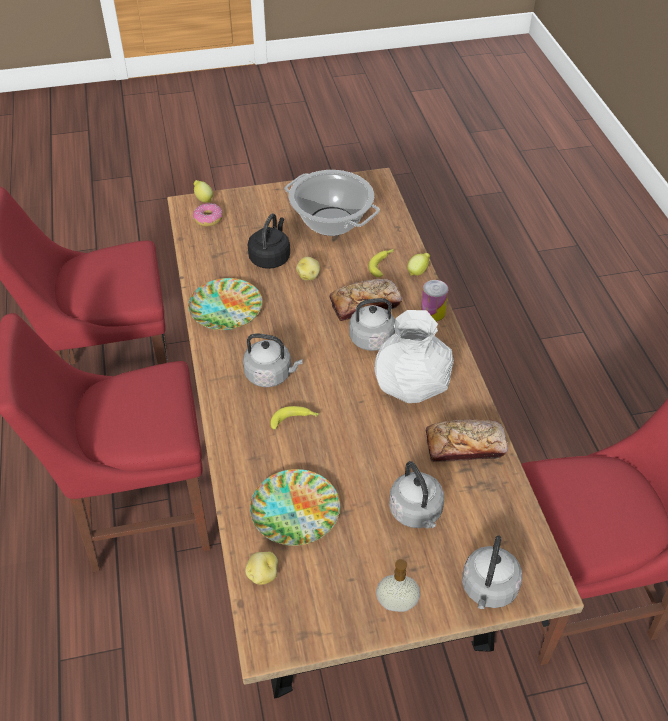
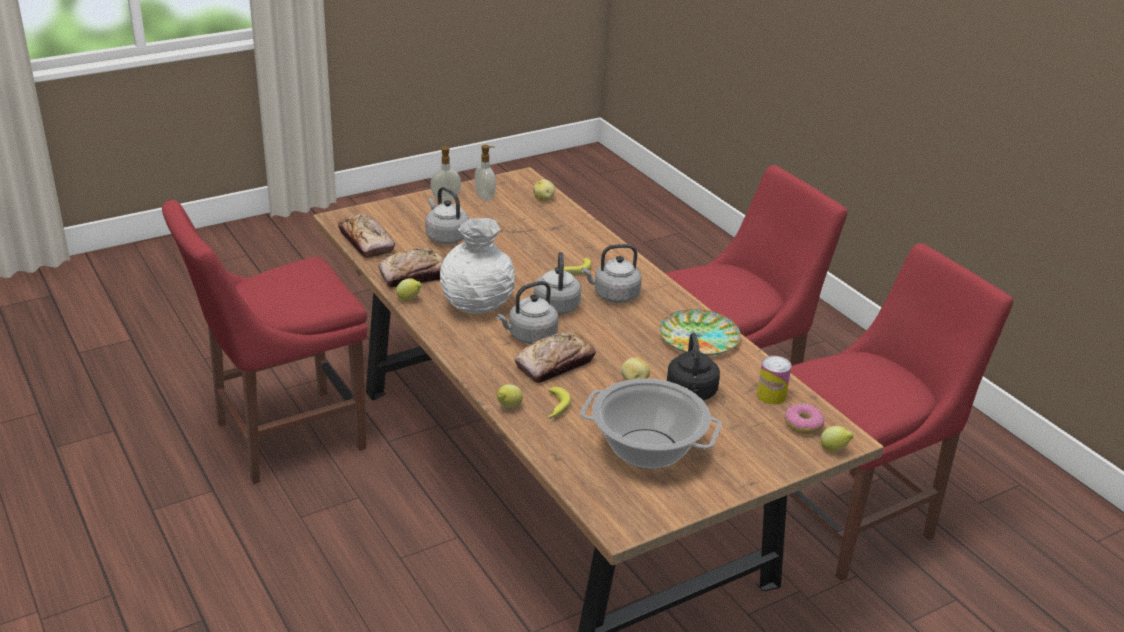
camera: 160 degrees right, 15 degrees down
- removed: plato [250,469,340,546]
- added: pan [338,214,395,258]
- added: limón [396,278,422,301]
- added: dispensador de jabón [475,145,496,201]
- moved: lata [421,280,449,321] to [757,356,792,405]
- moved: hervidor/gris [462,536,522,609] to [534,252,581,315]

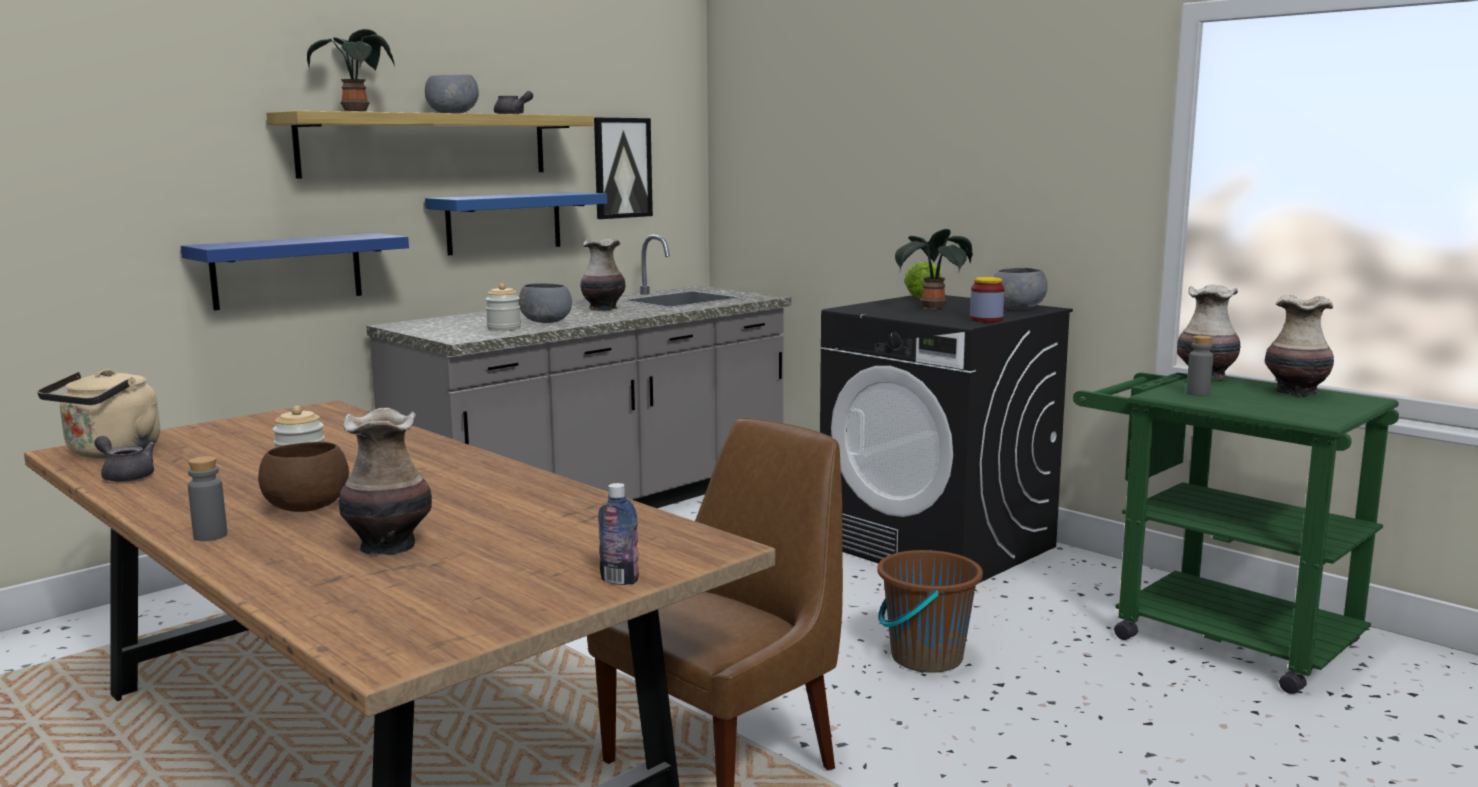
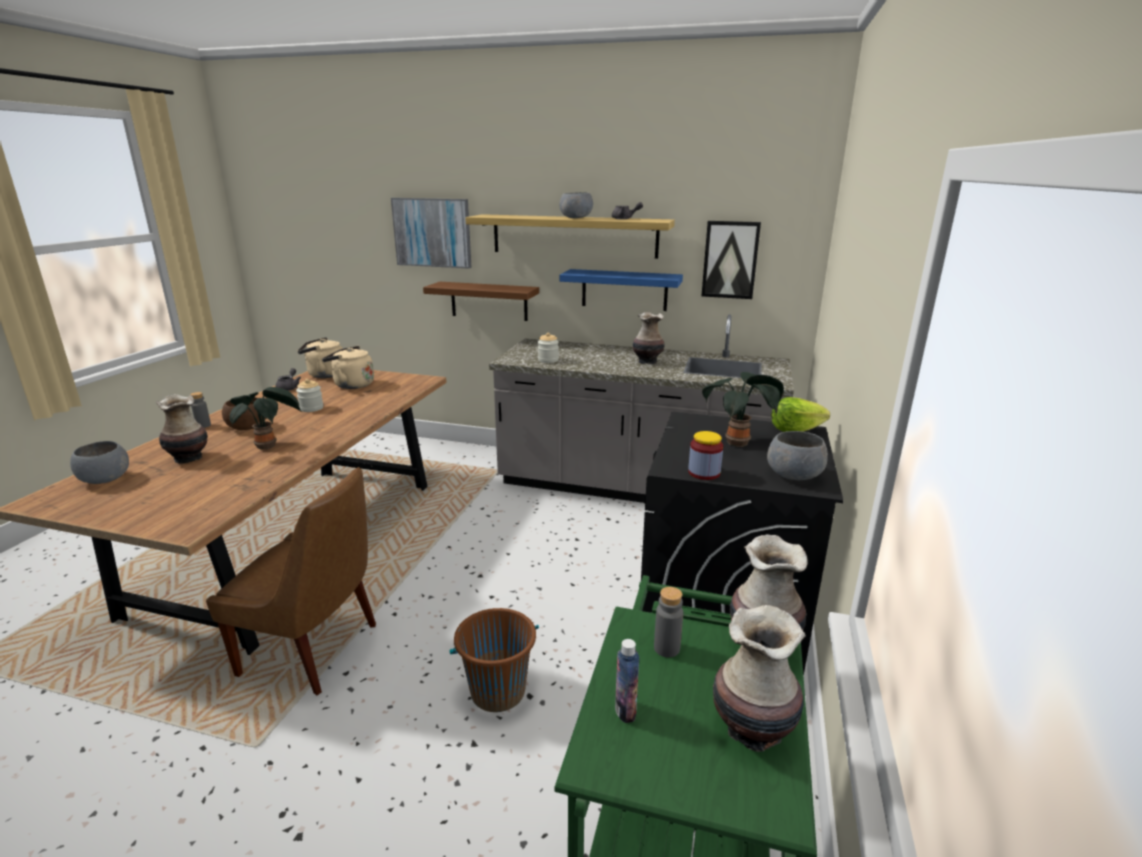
camera: 60 degrees right, 10 degrees up
- added: hervidor/beis [322,346,374,389]
- added: cuadro [391,198,472,269]
- moved: planta en maceta [307,29,395,111] to [229,387,302,449]
- moved: cuenco/gris [519,283,572,323] to [70,441,129,484]
- moved: botella [598,483,639,585] to [615,639,639,723]
- recoloured: estante/azul [181,233,409,310] to estante/marrón [423,282,539,321]

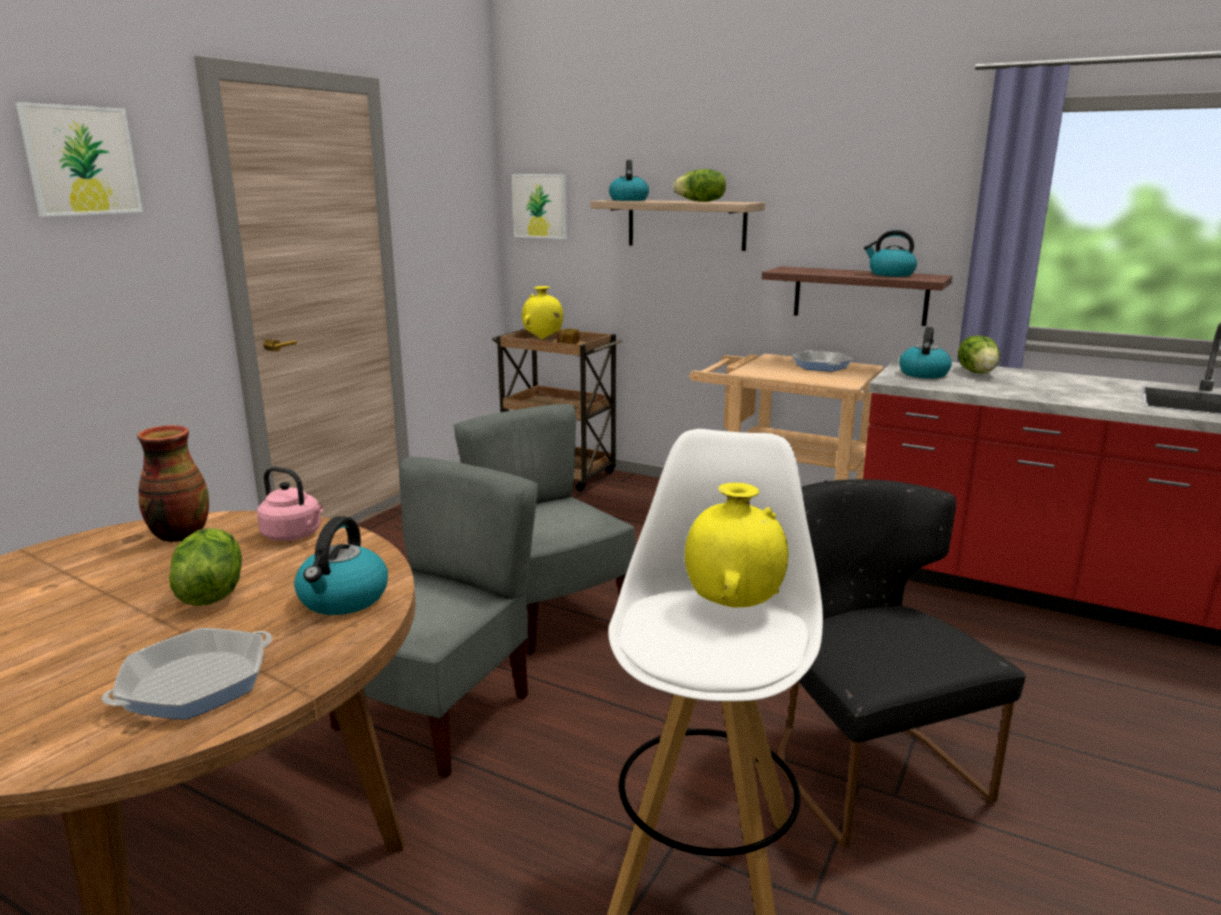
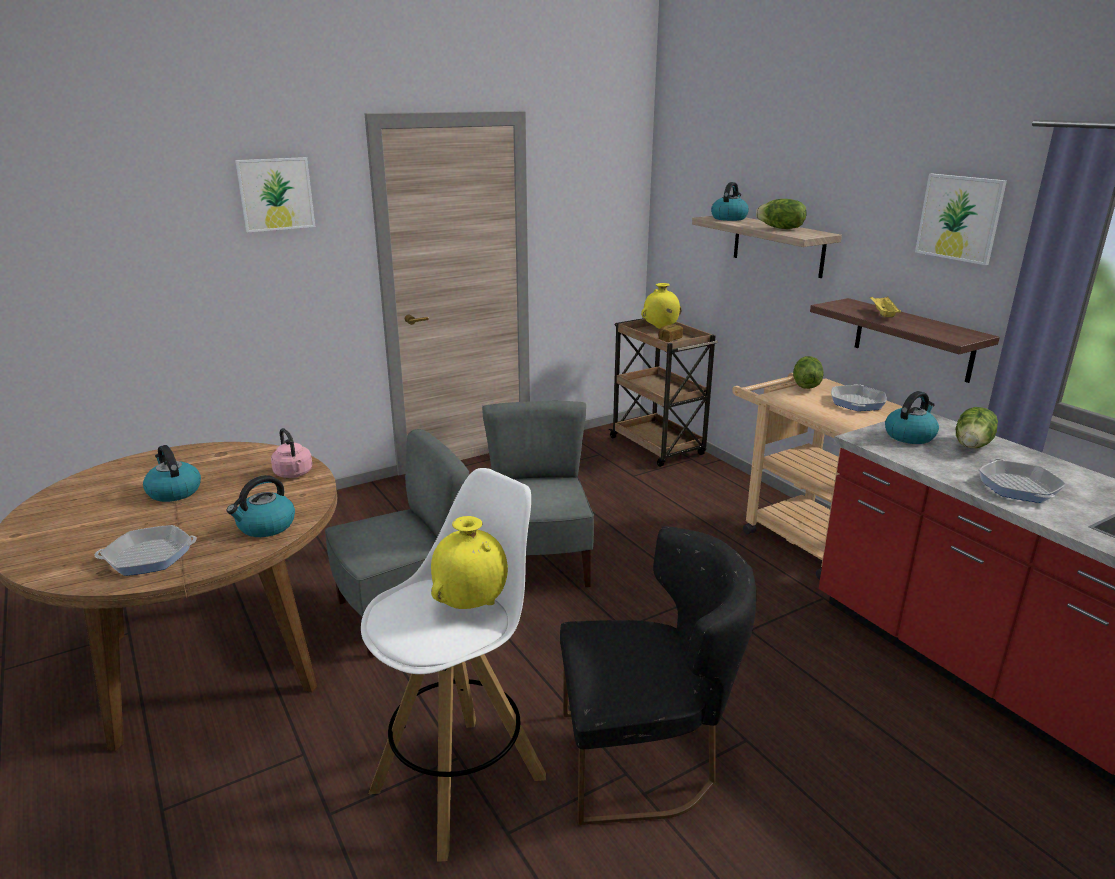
camera: 30 degrees right, 5 degrees up
- removed: florero [137,425,209,542]
- added: bandeja/amarillo [870,297,901,317]
- added: sartén [978,458,1066,503]
- moved: lechuga [169,528,242,606] to [793,356,823,389]
- moved: cuadro [512,174,567,239] to [915,174,1007,265]
- moved: hervidor [864,230,917,277] to [143,445,201,502]
- turned: silla/negro [778,479,1026,849] = [560,526,756,825] 75 degrees clockwise

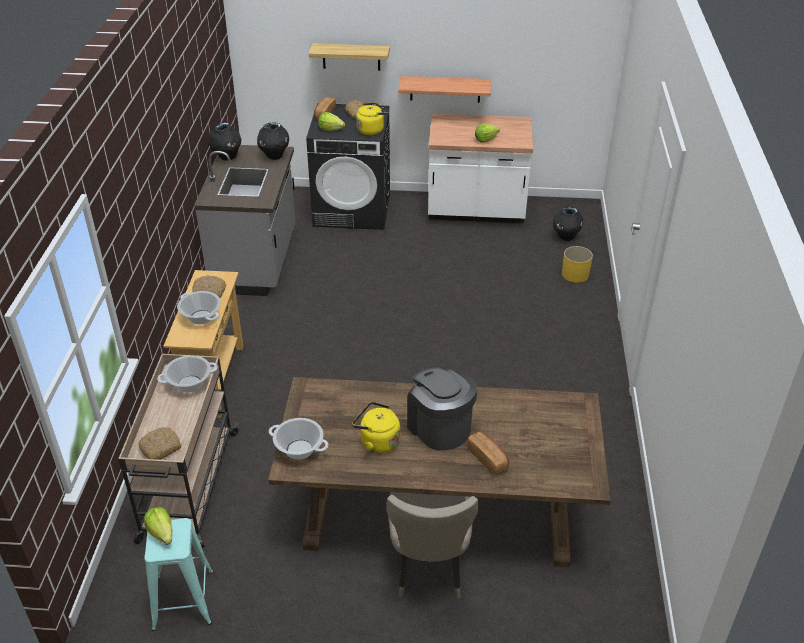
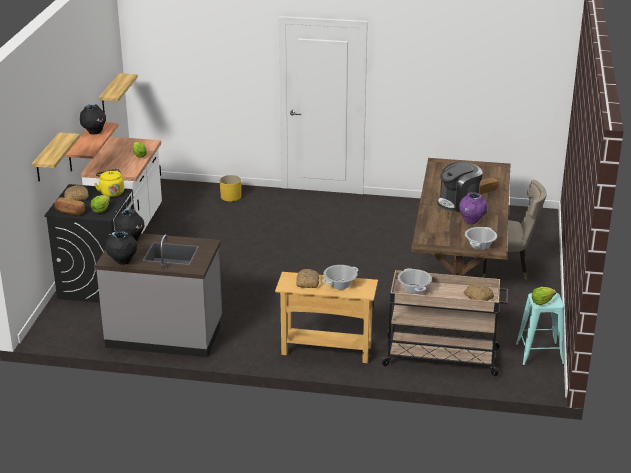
camera: 85 degrees left, 10 degrees down
- added: estante [99,73,138,113]
- moved: florero/negro [553,207,583,241] to [80,104,106,135]
- replaced: hervidor/amarillo [352,402,400,453] to florero/morado [459,192,487,224]

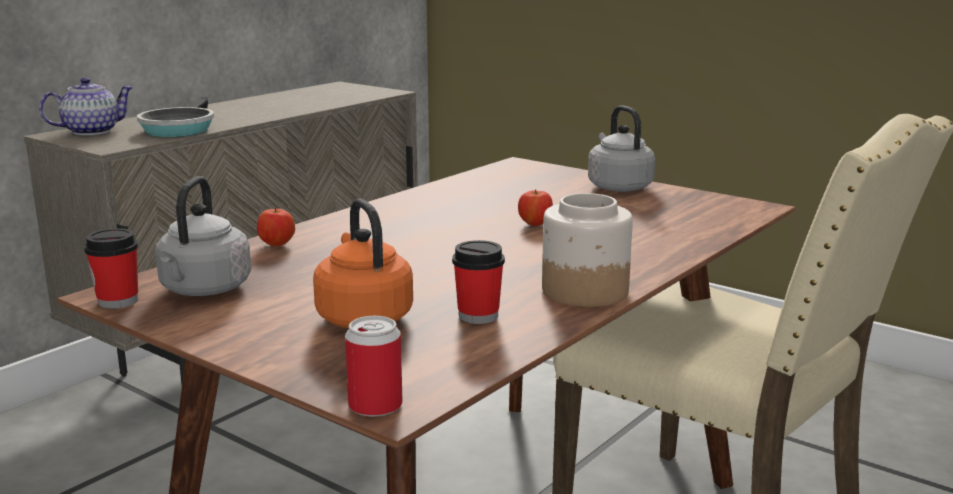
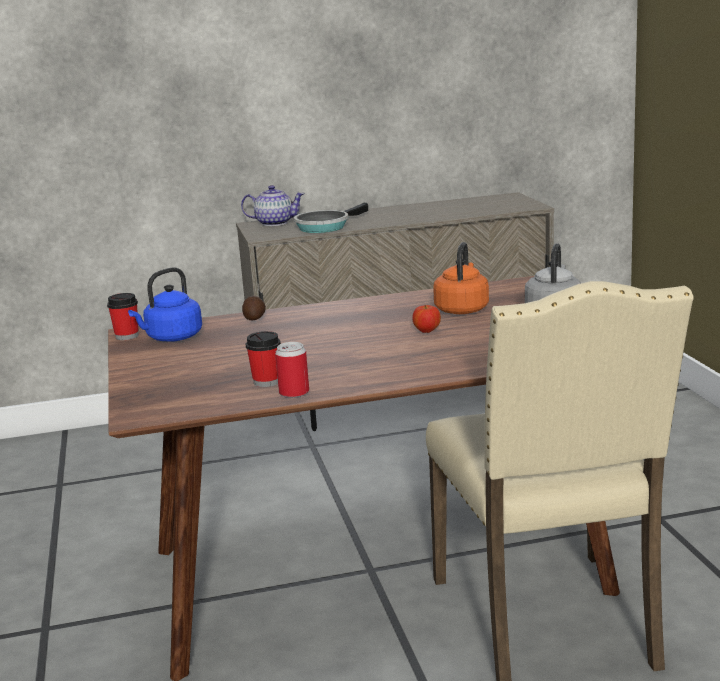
camera: 40 degrees right, 0 degrees up
- removed: tarro [542,193,633,307]
- moved: hervidor/naranja [313,199,413,328] to [433,242,489,314]
- moved: lata [345,316,403,417] to [275,342,309,398]
- replaced: manzana [257,207,295,247] to patata [242,296,266,320]
- recoloured: hervidor/gris [155,176,251,296] to hervidor/azul [128,267,202,342]

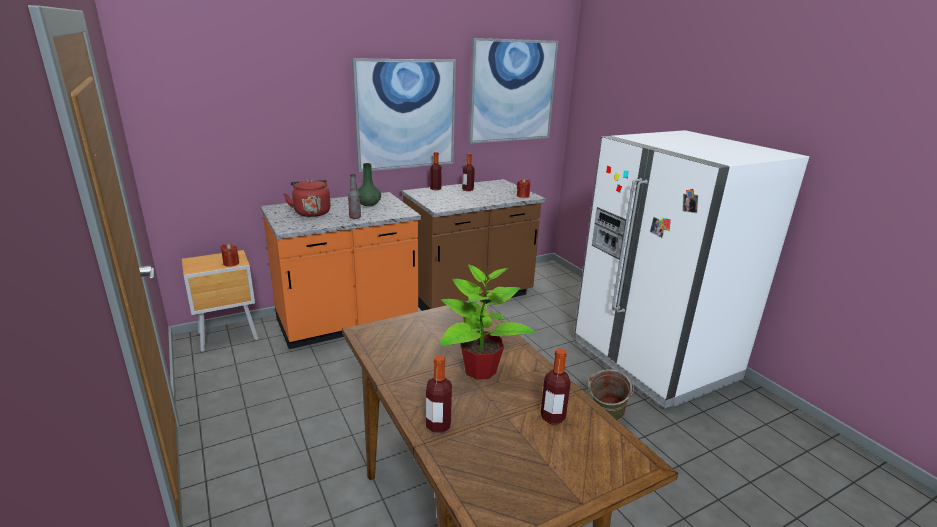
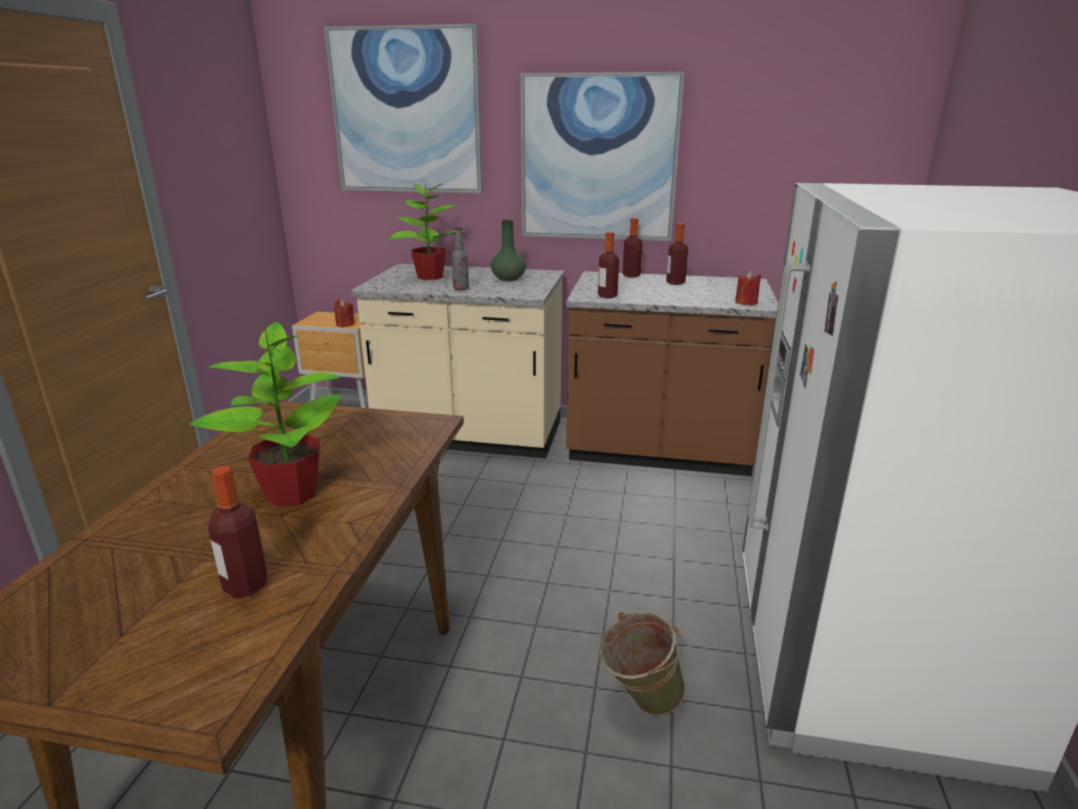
camera: 40 degrees right, 0 degrees up
- moved: botella [426,355,452,433] to [598,232,619,298]
- moved: cuadro [468,38,558,144] to [324,24,483,193]
- replaced: hervidor/rojo [284,179,331,217] to planta en maceta [388,183,465,280]
- recoloured: mueble bajo de cocina/naranja [260,192,421,349] to mueble bajo de cocina/beis [351,264,564,459]

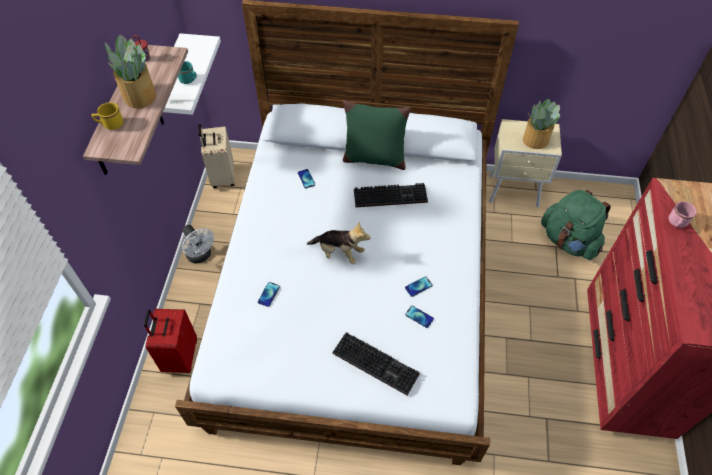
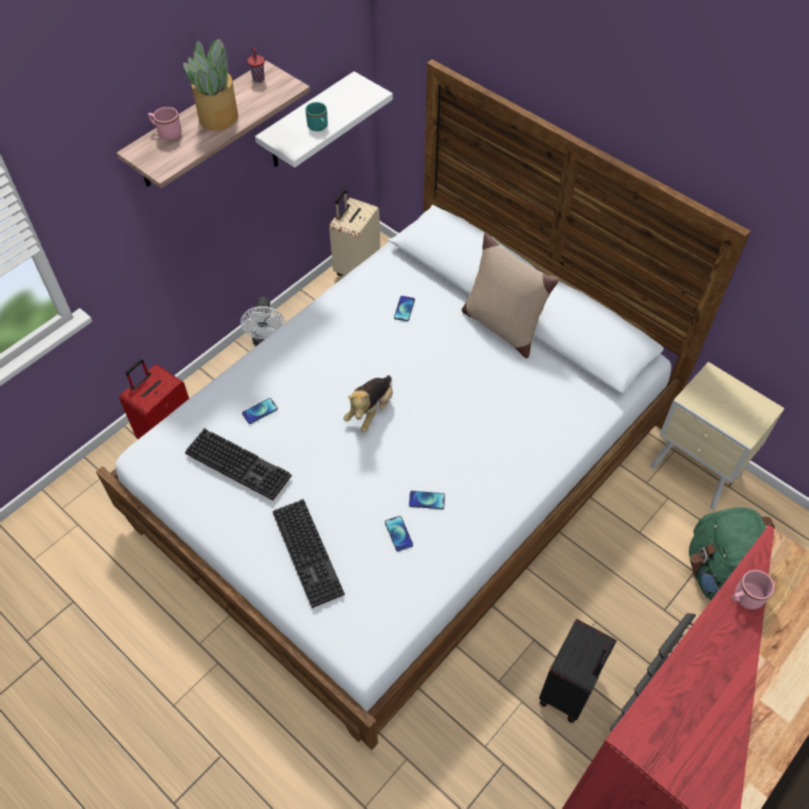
camera: 35 degrees right, 0 degrees up
- removed: planta en maceta [523,99,560,149]
- added: maleta/negro [539,619,617,723]
- moved: teclado [354,183,428,207] to [185,428,292,500]
- recoloured: taza grande/amarillo [92,102,123,130] to taza grande/rosa [148,107,182,140]
- recoloured: cojín/verde [343,100,411,170] to cojín/beis [462,233,558,359]
- turned: peluche [307,222,371,264] = [343,375,393,432] 60 degrees clockwise

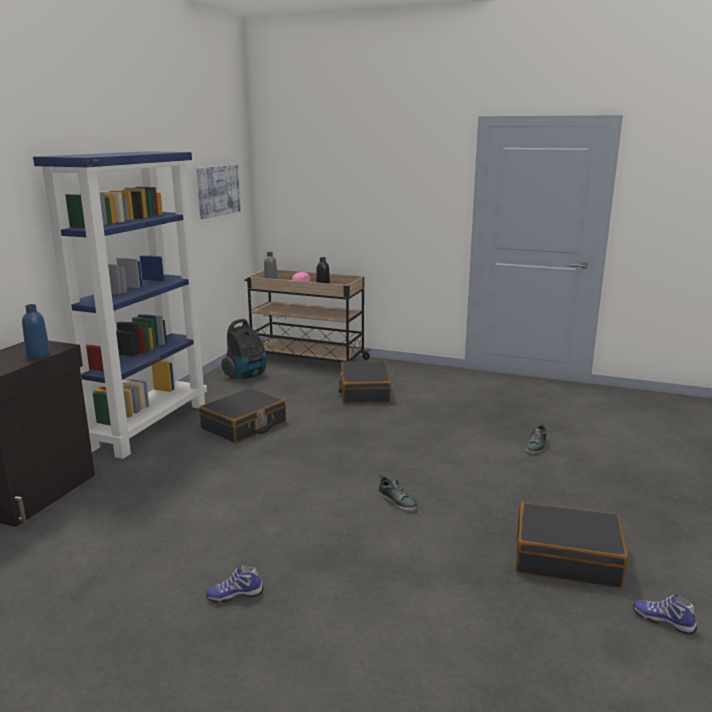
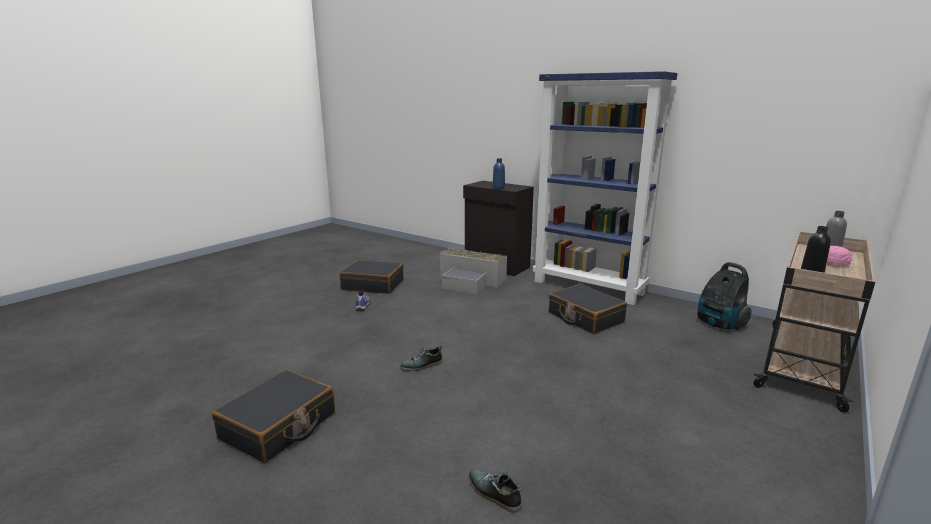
camera: 105 degrees right, 0 degrees up
- removed: cuadro [197,165,241,219]
- removed: zapato [633,594,697,635]
- added: caja de almacenaje/gris [440,248,507,295]
- moved: maleta/negro [338,361,391,404] to [339,260,404,294]

